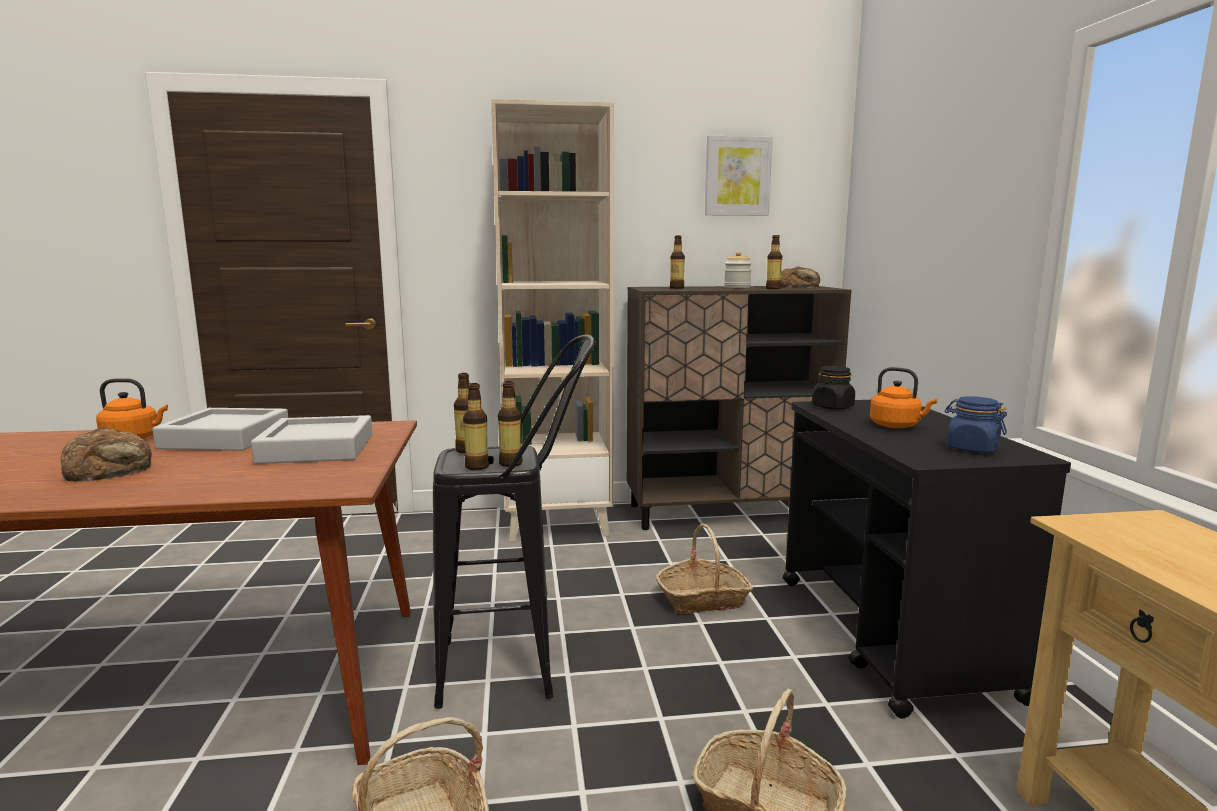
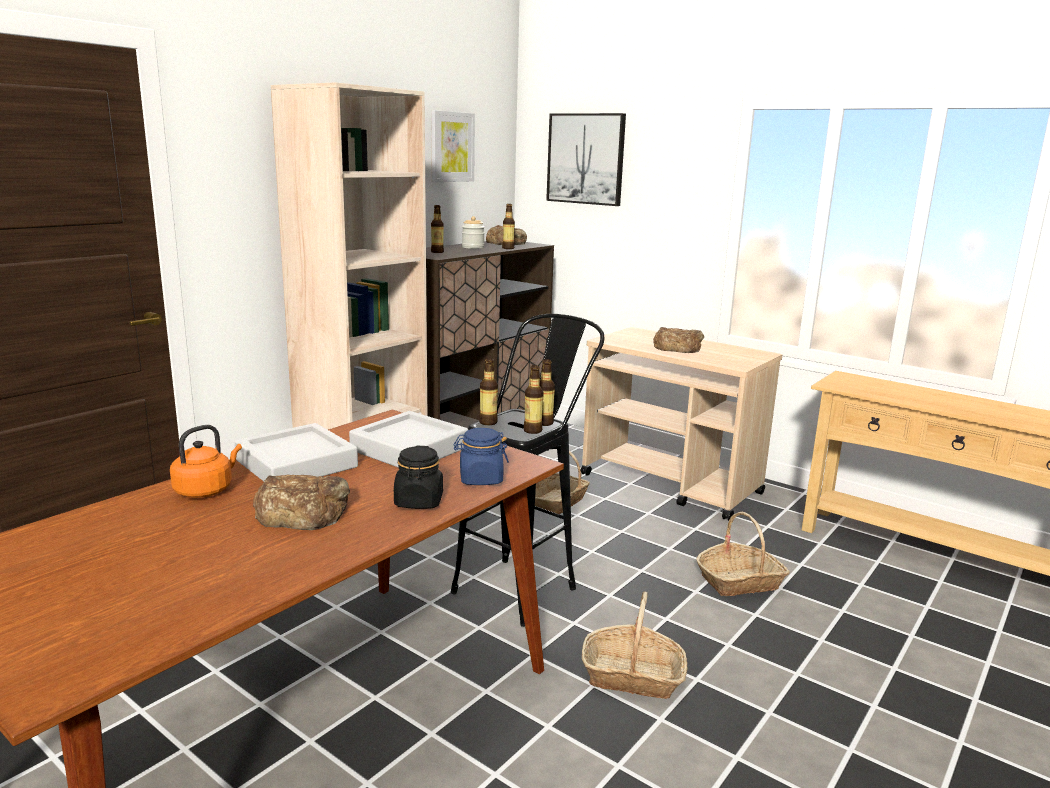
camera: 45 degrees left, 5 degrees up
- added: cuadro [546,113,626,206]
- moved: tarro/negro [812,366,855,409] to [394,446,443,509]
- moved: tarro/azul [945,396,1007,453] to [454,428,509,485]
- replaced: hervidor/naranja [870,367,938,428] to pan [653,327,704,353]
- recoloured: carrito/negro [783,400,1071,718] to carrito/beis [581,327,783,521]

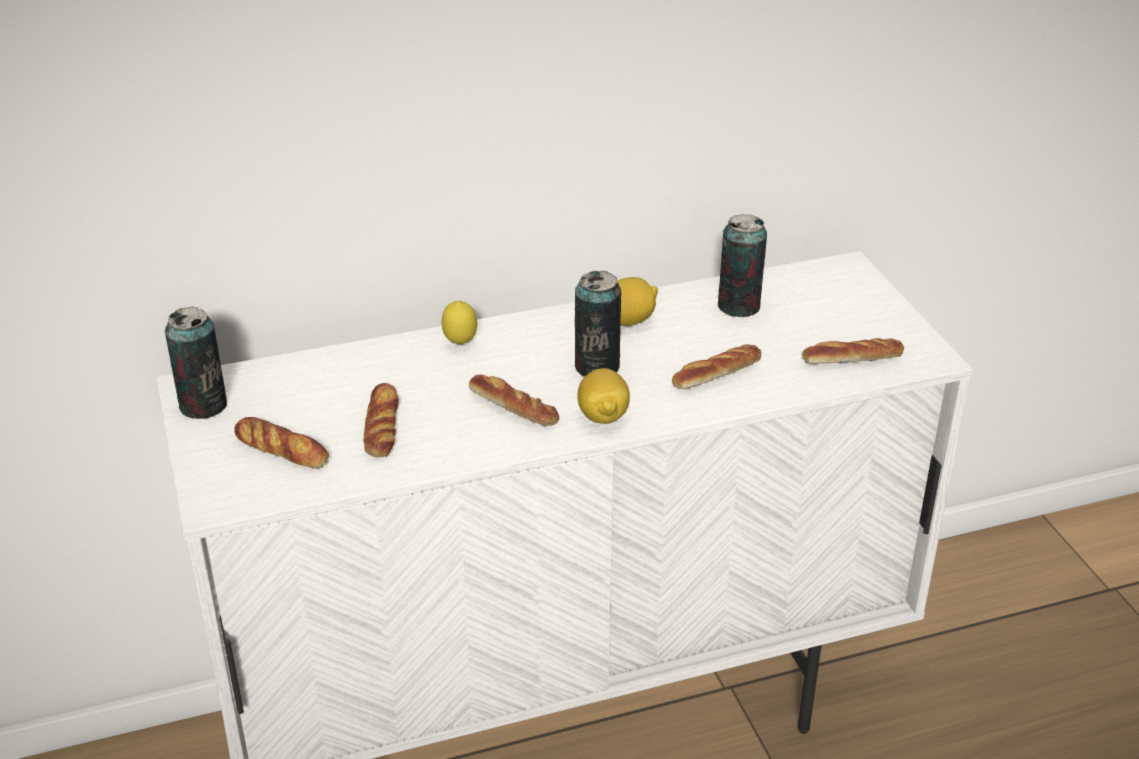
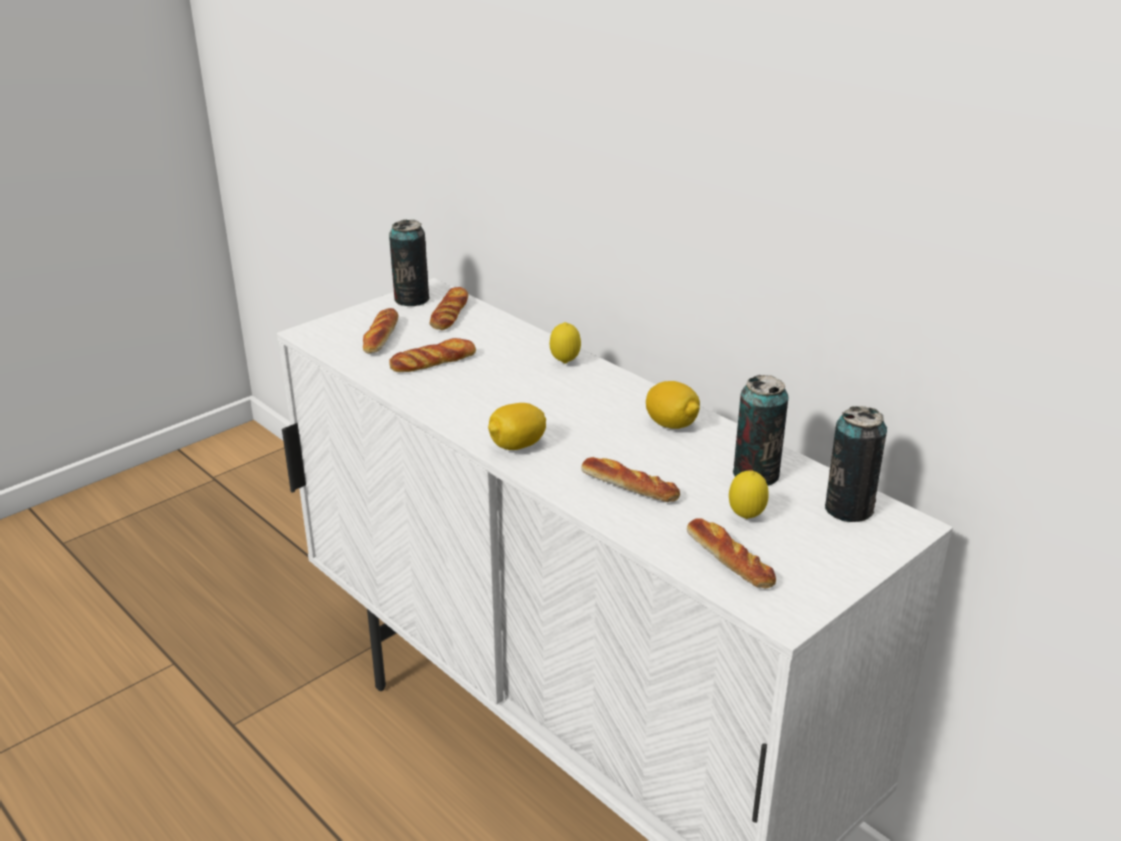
camera: 65 degrees right, 5 degrees down
- added: limón [729,470,769,519]
- moved: pan [469,374,559,426] to [430,287,468,330]
- moved: lata [575,271,621,377] to [825,406,887,522]

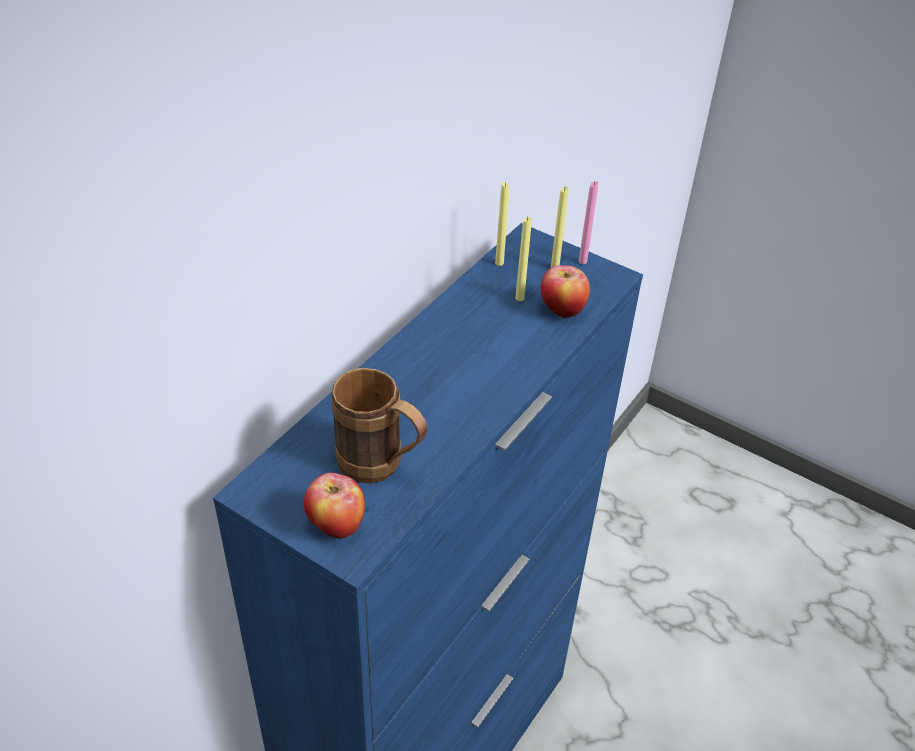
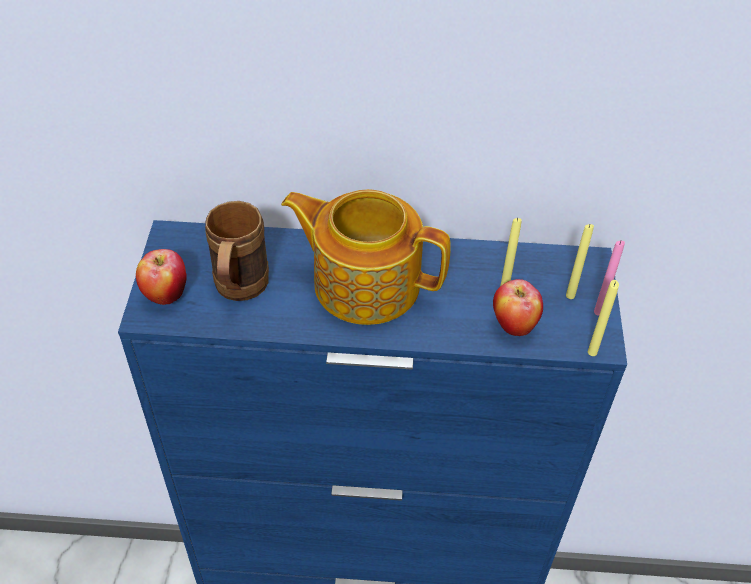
camera: 60 degrees right, 5 degrees up
- added: tetera [281,189,451,325]
- moved: vela/amarillo [495,182,509,266] to [588,280,619,356]

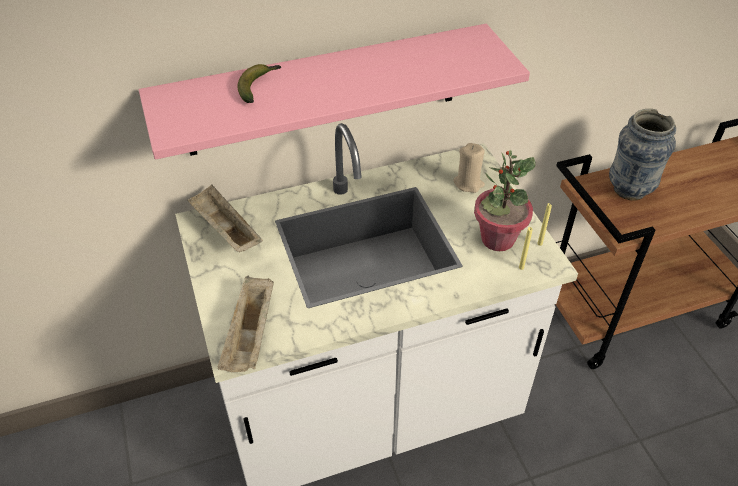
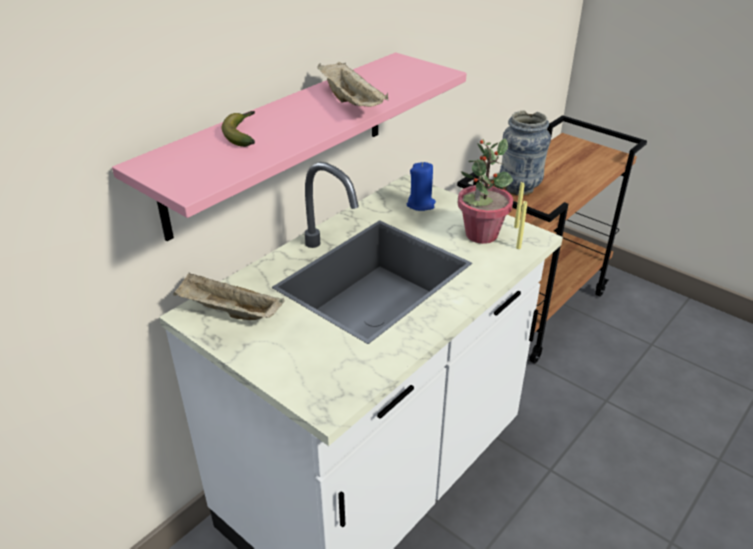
camera: 30 degrees left, 10 degrees down
- moved: bandeja/beis [218,276,274,372] to [317,62,389,107]
- recoloured: vela/beis [453,143,485,193] to vela/azul [407,162,436,211]

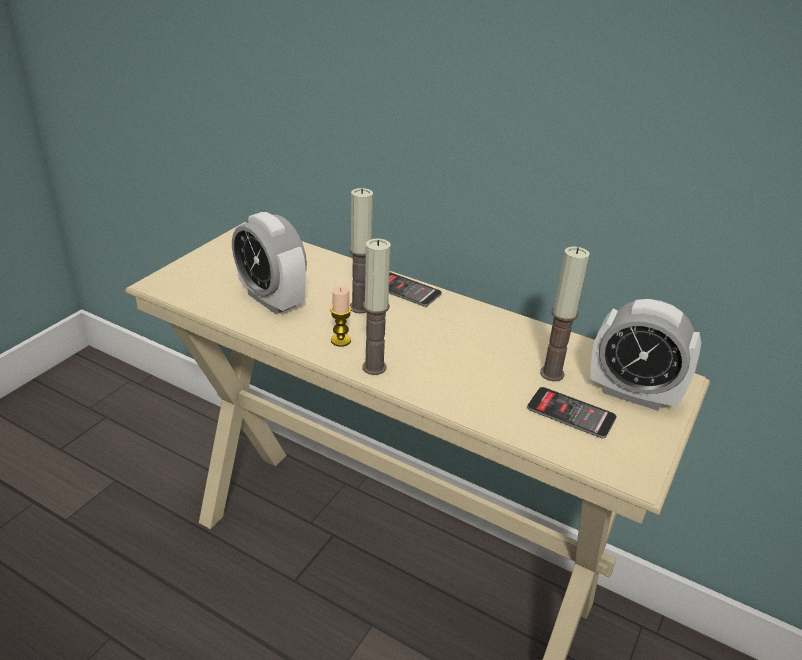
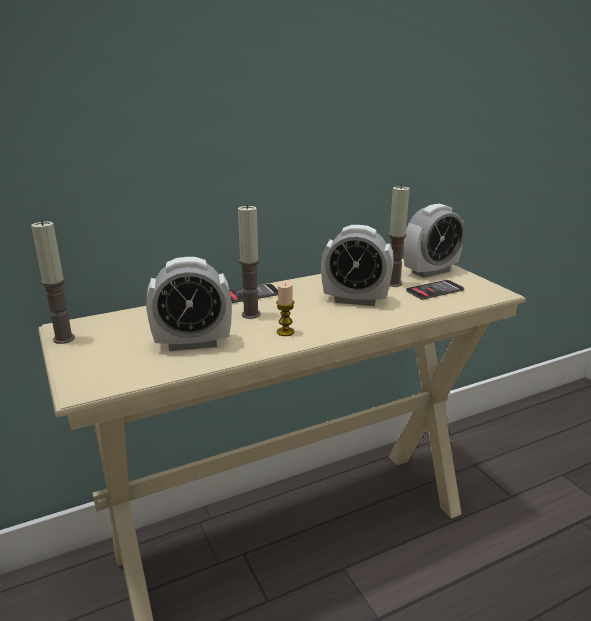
camera: 55 degrees left, 10 degrees down
- added: despertador [321,225,394,306]
- moved: vela [363,238,391,375] to [31,220,75,344]

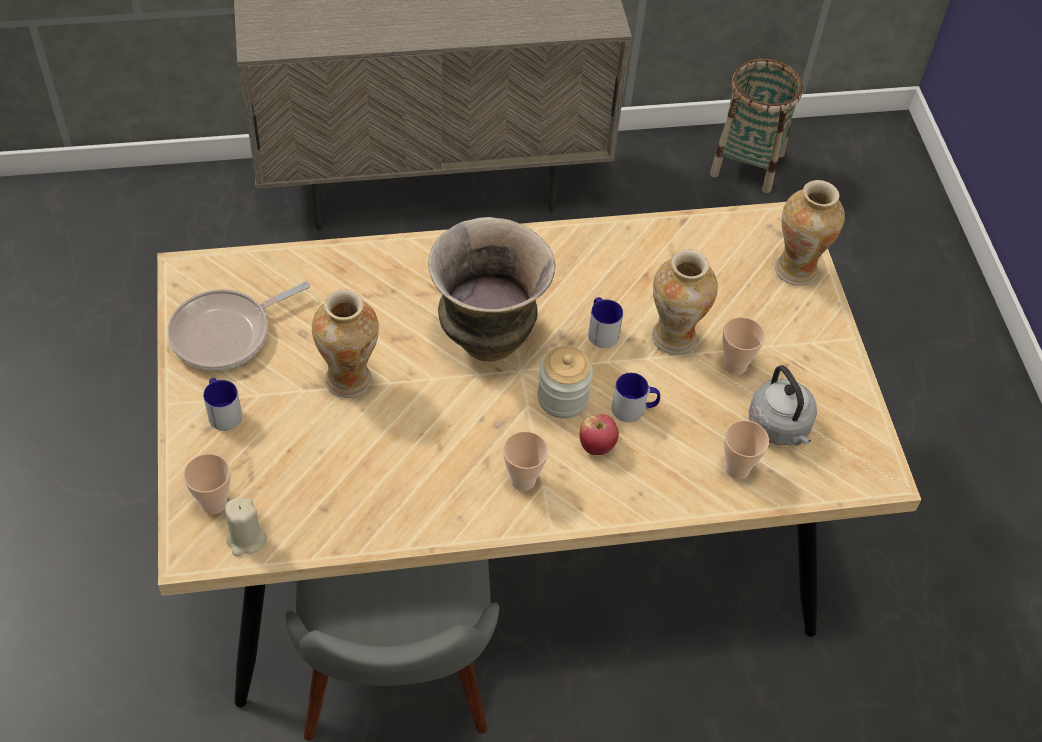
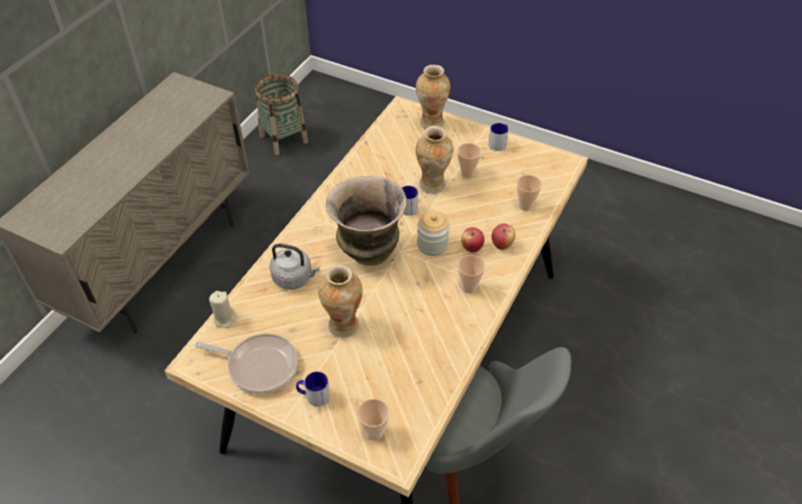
camera: 50 degrees left, 5 degrees down
- added: manzana [492,224,515,250]
- moved: vela/beis [225,498,267,556] to [209,291,236,328]
- moved: taza grande [612,373,660,422] to [489,123,508,151]
- moved: hervidor/gris [749,365,817,446] to [270,244,320,289]
- turned: sartén [167,281,310,371] = [195,333,298,394] 75 degrees counterclockwise

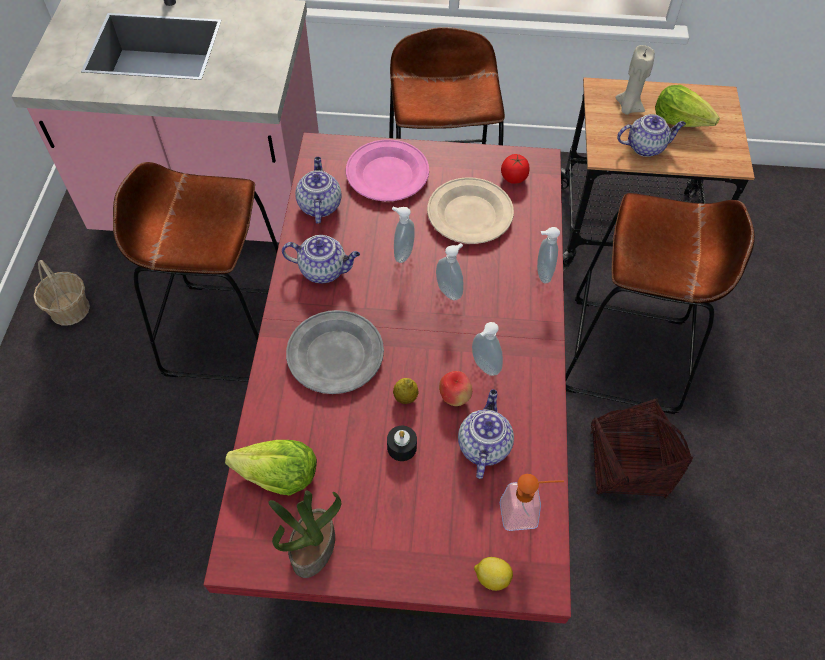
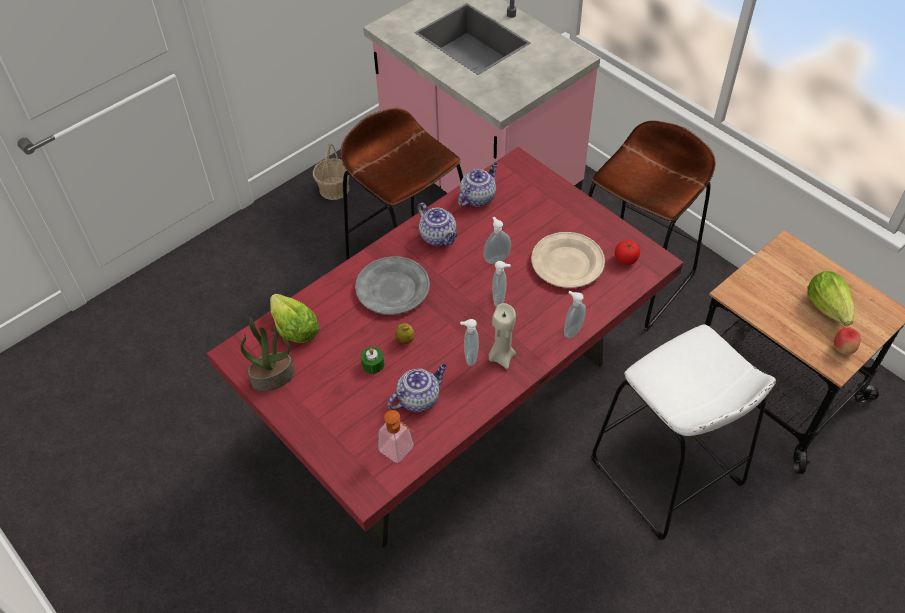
camera: 45 degrees right, 5 degrees down
- removed: plato/rosa [346,139,429,201]
- removed: limón [474,557,513,591]
- removed: cesta [591,397,693,498]
- removed: tetera [617,114,686,157]
- moved: manzana [439,371,472,406] to [834,327,860,355]
- moved: vela/beis [615,45,655,115] to [489,303,516,369]
- recoloured: vela/negro [387,426,417,461] to vela/verde [361,347,385,374]
- recoloured: taburete/marrón [566,193,755,414] to taburete/blanco [591,324,776,540]

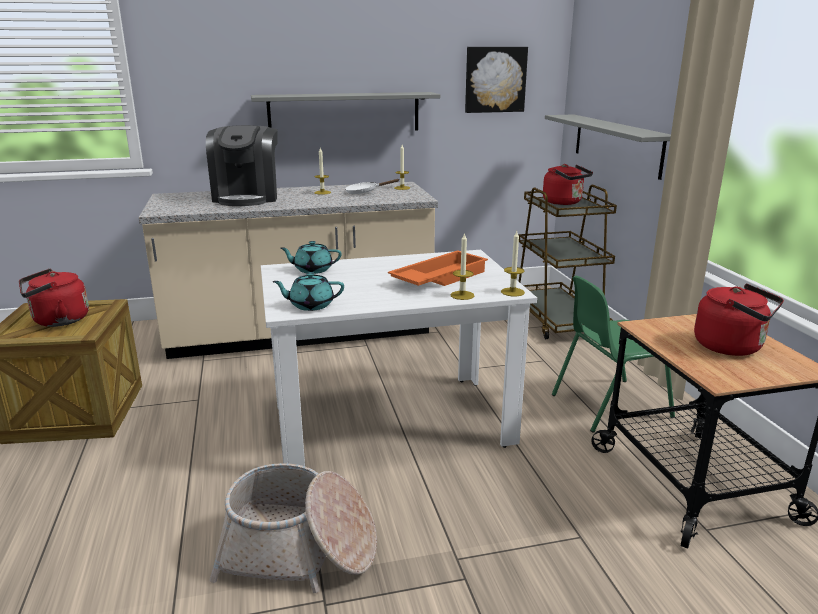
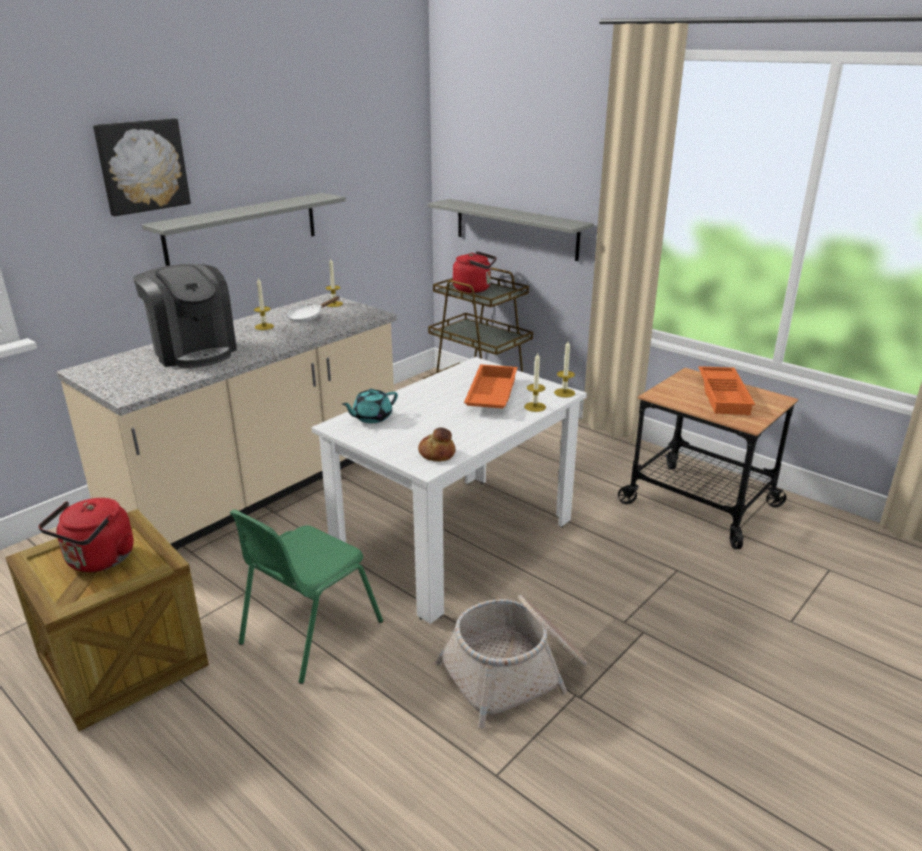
camera: 35 degrees left, 5 degrees up
- moved: cuadro [465,47,528,113] to [93,119,191,216]
- moved: silla/verde [552,276,675,432] to [230,509,383,684]
- replaced: tetera/turquesa [272,272,344,311] to pan [418,428,456,462]
- replaced: hervidor/rojo [694,284,784,356] to bandeja/naranja [698,366,755,415]

